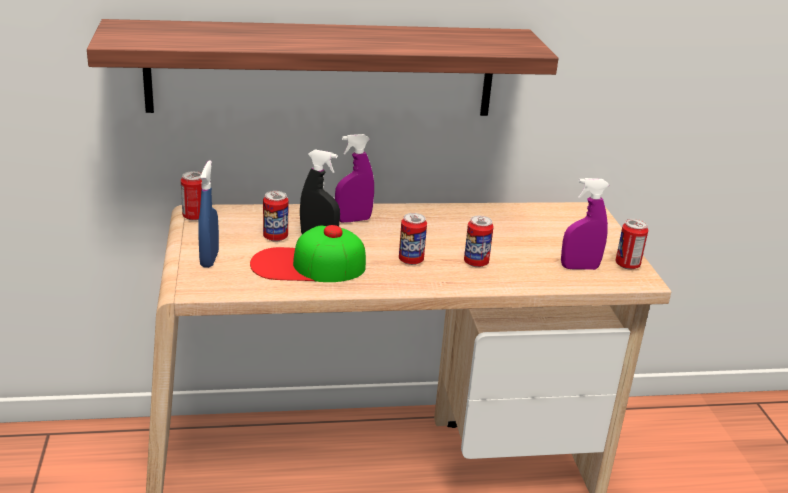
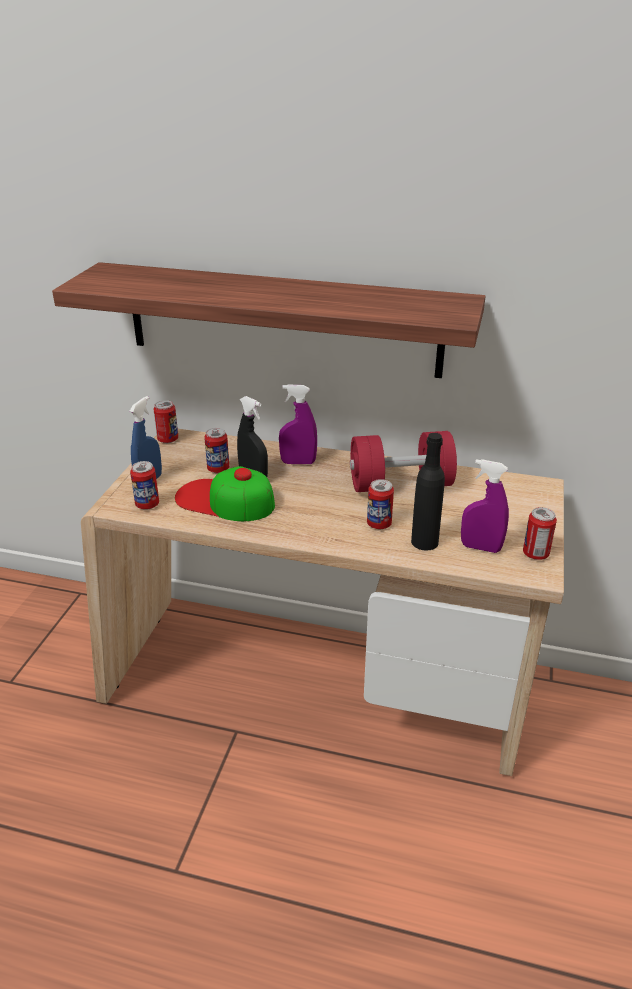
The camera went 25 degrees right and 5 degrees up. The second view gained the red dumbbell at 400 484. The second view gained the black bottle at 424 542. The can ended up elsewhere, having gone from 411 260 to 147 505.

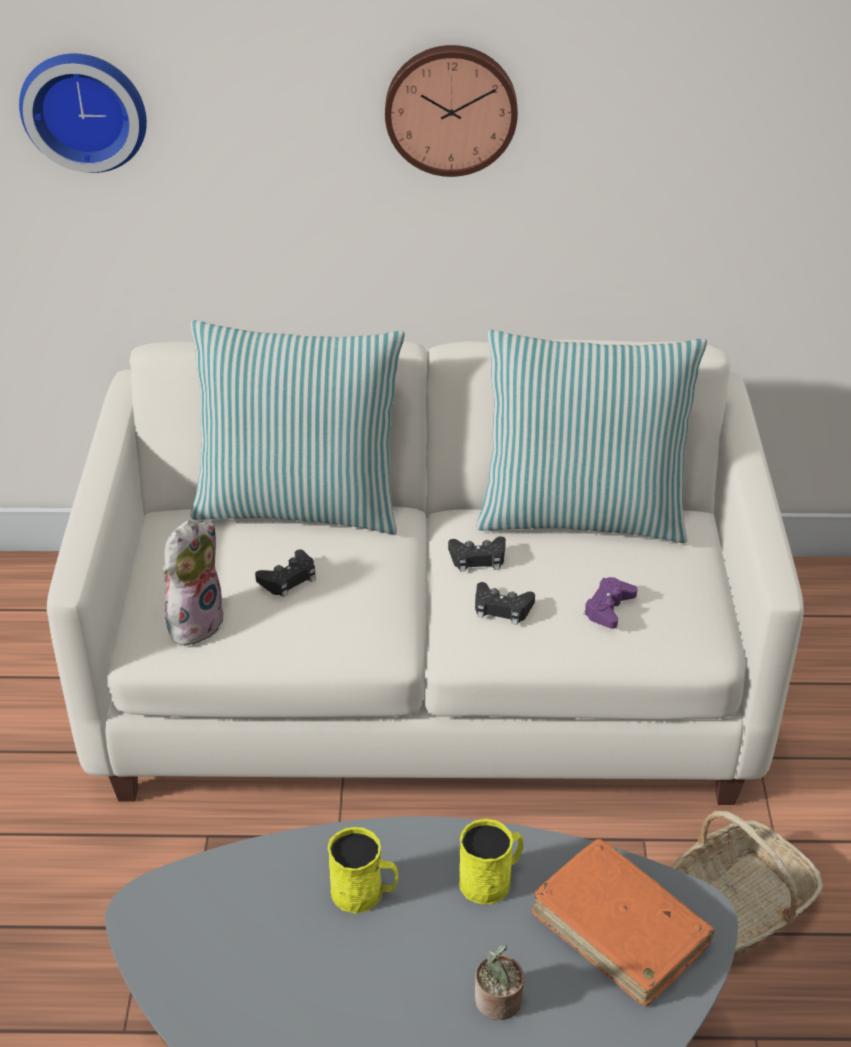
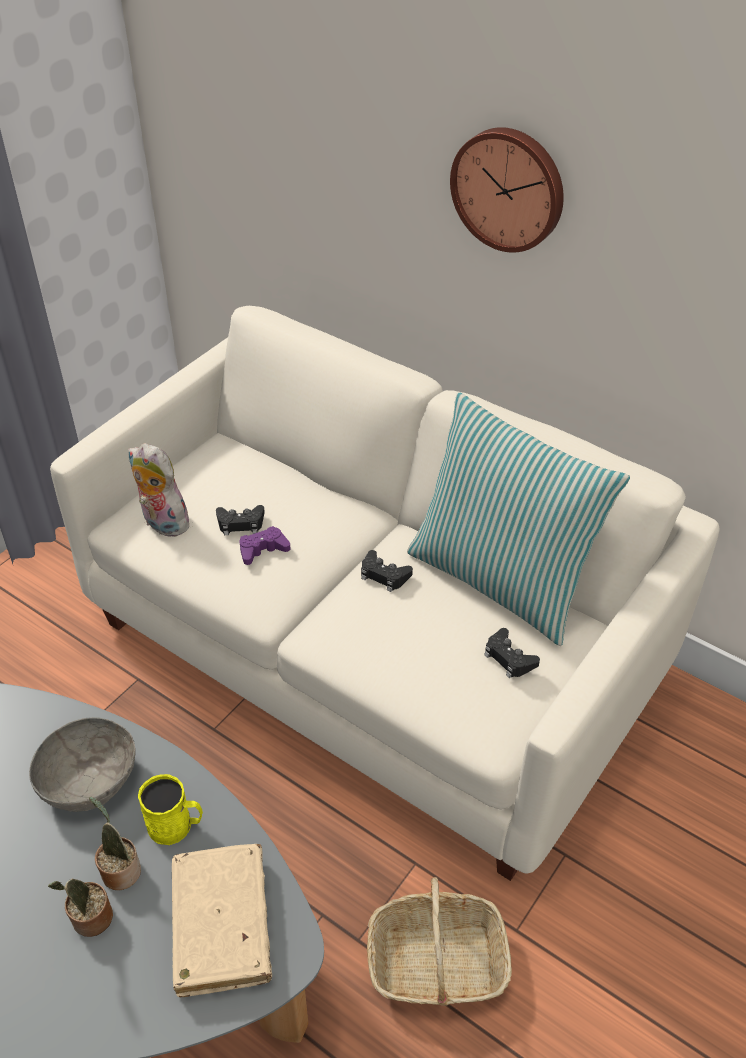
The camera went 35 degrees right and 5 degrees up. The second view lost the wall clock at 85 109. The second view lost the pillow at 300 504. The second view gained the potted plant at 120 869. The black game controller ended up elsewhere, having gone from 502 608 to 509 658. The purple game controller ended up elsewhere, having gone from 608 608 to 263 550. Where the yellow mug stood at 364 893, the grey bowl came to stand at 89 780. What was the orange book at 620 930 turned into the beige book at 221 925. The plush toy at 194 621 ended up facing another way, 120 degrees counterclockwise from before.

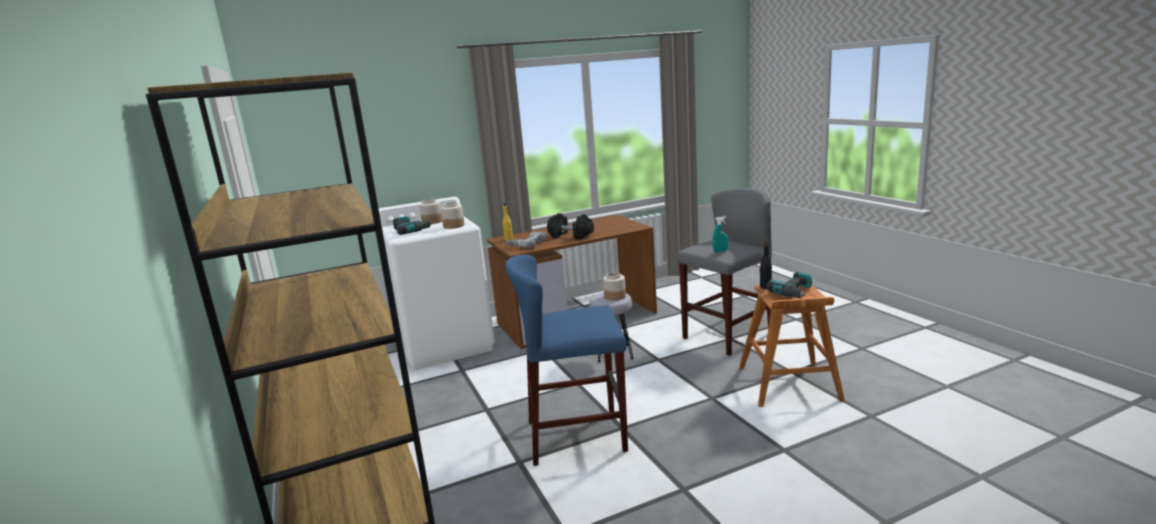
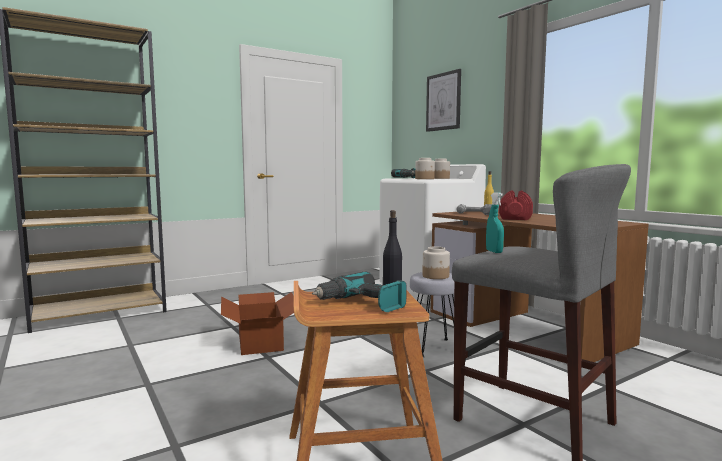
The camera went 80 degrees right and 10 degrees down. The second view gained the picture at 443 101. Where the blue stool stood at 576 436, the cardboard box came to stand at 261 341. What was the black dumbbell at 571 236 turned into the red dumbbell at 515 218.

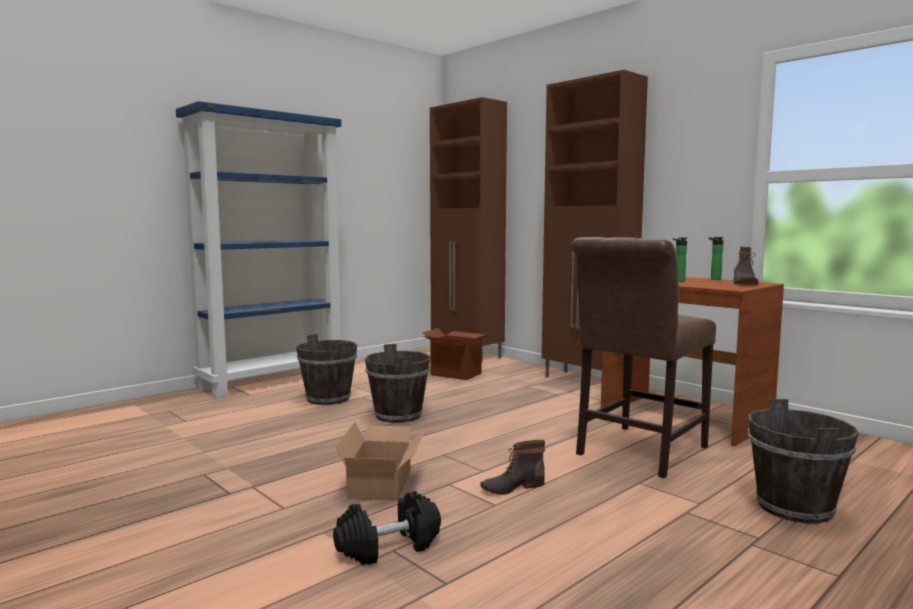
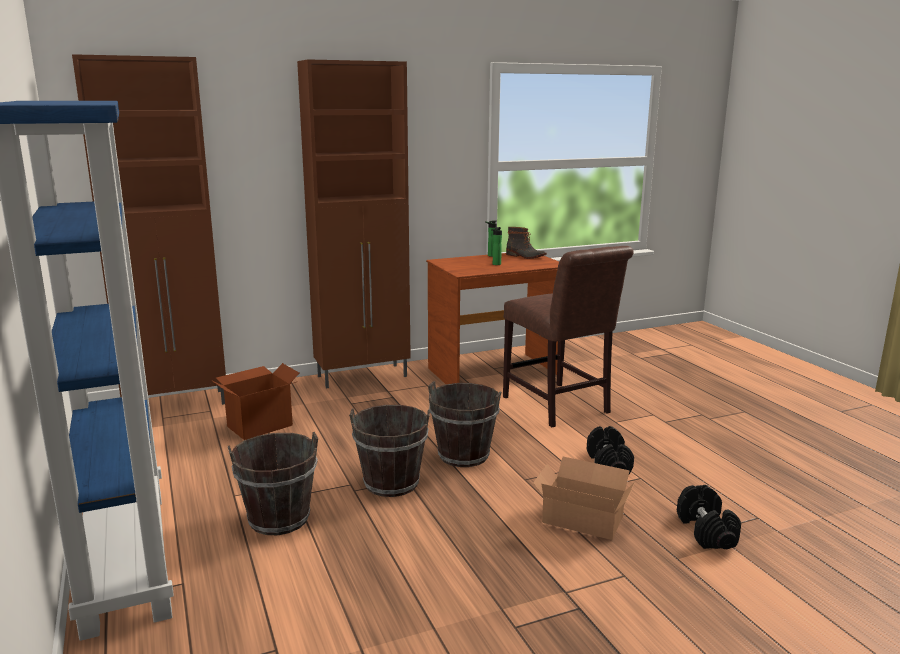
The camera went 70 degrees left and 10 degrees up. The brown bucket ended up elsewhere, having gone from 795 508 to 464 455. Where the boot stood at 512 487, the black dumbbell came to stand at 609 465.

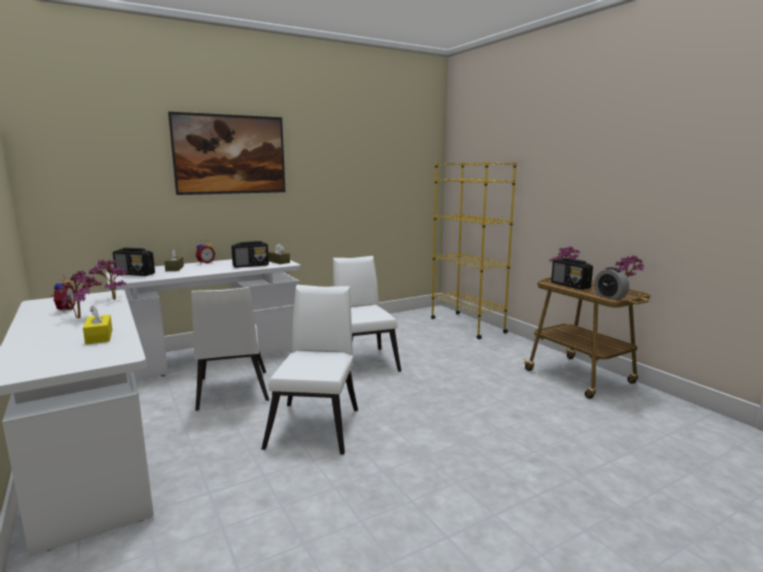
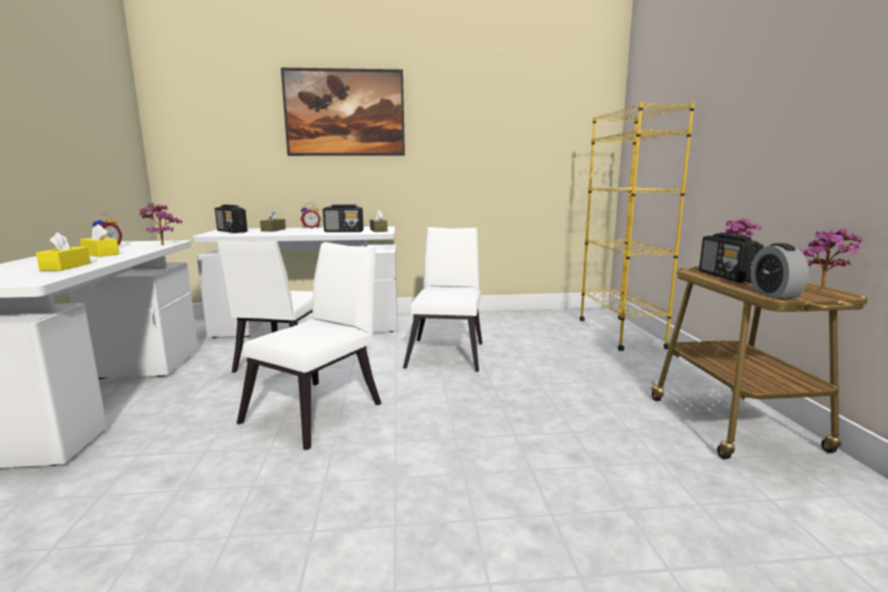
The camera went 25 degrees right and 0 degrees up. Where the potted plant stood at 82 317, the yellow tissue box came to stand at 100 254.

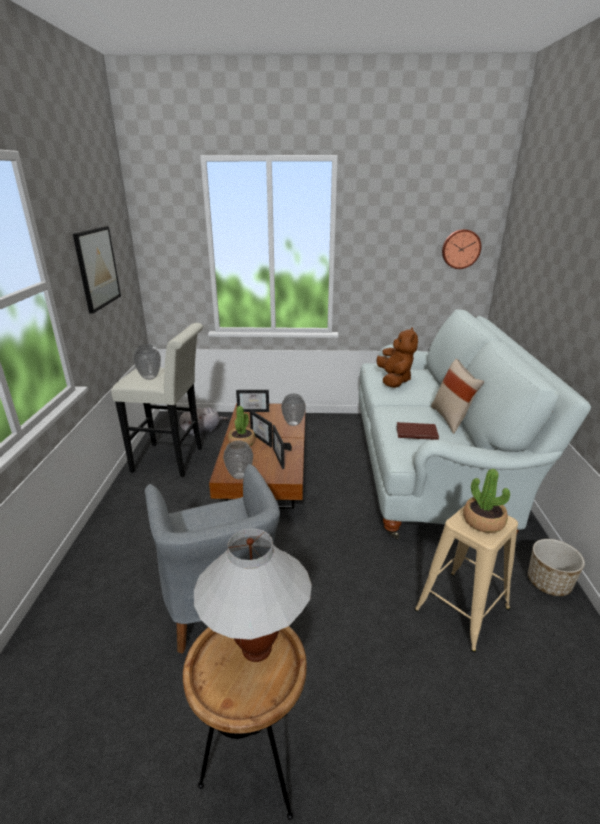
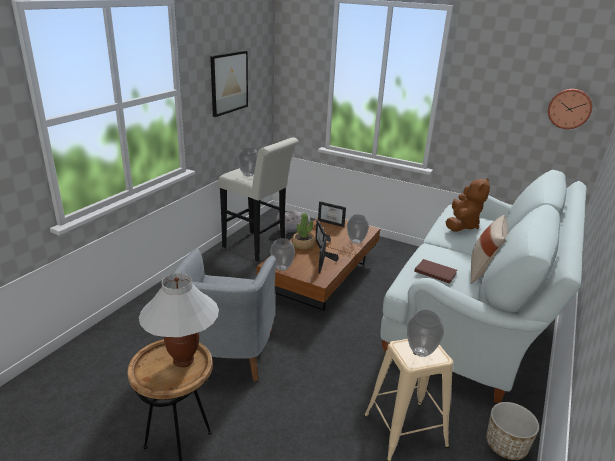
The camera went 25 degrees right and 0 degrees up. Where the potted plant stood at 483 521, the vase came to stand at 421 352.

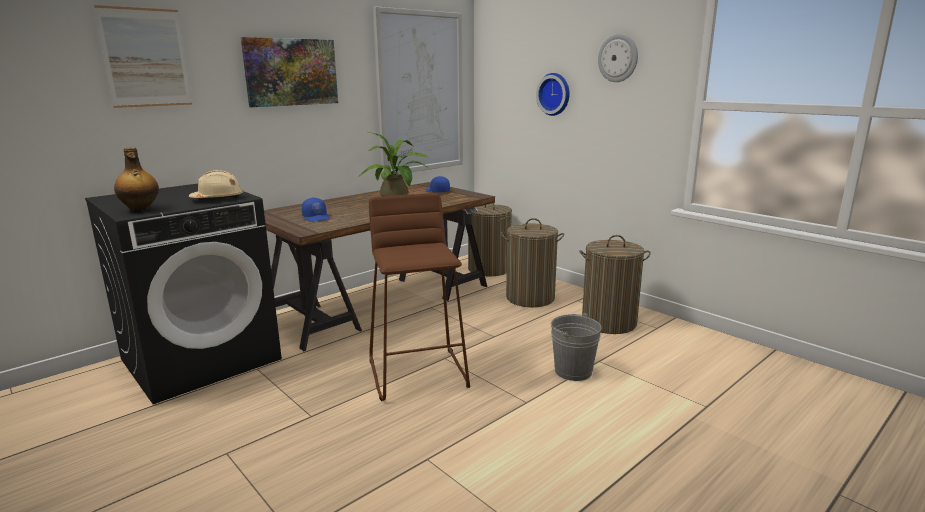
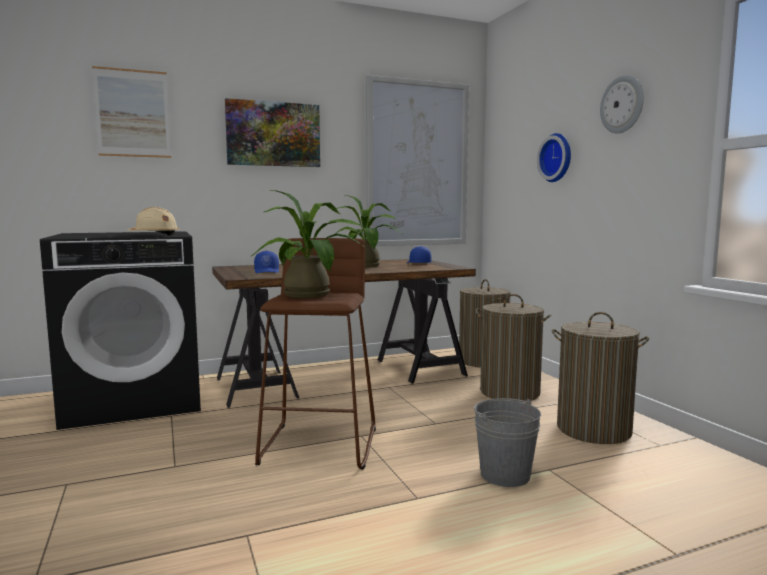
The camera went 20 degrees right and 10 degrees down. The second view lost the bottle at 140 210. The second view gained the potted plant at 311 295.

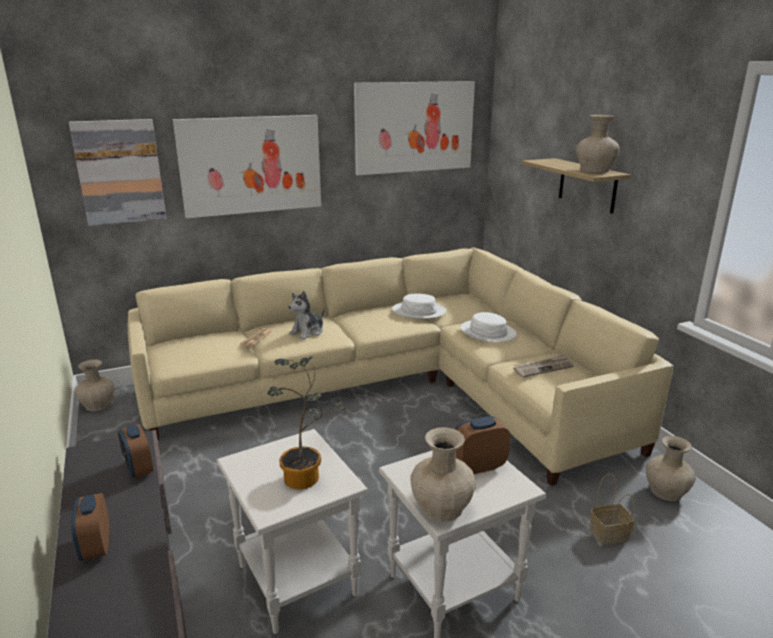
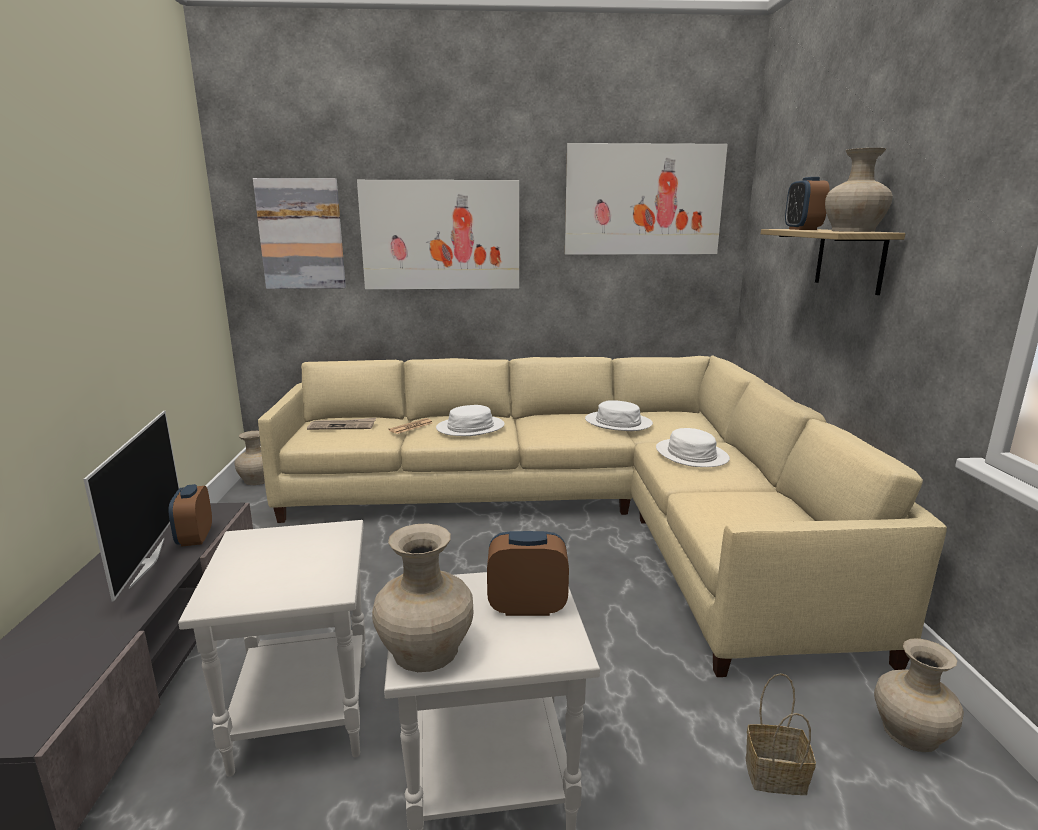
The camera went 20 degrees right and 5 degrees down. The second view lost the potted plant at 307 479. The second view gained the television at 146 562. The alarm clock ended up elsewhere, having gone from 95 547 to 802 229. The newspaper ended up elsewhere, having gone from 543 368 to 342 426. Where the plush toy stood at 308 332, the white hat came to stand at 470 427.

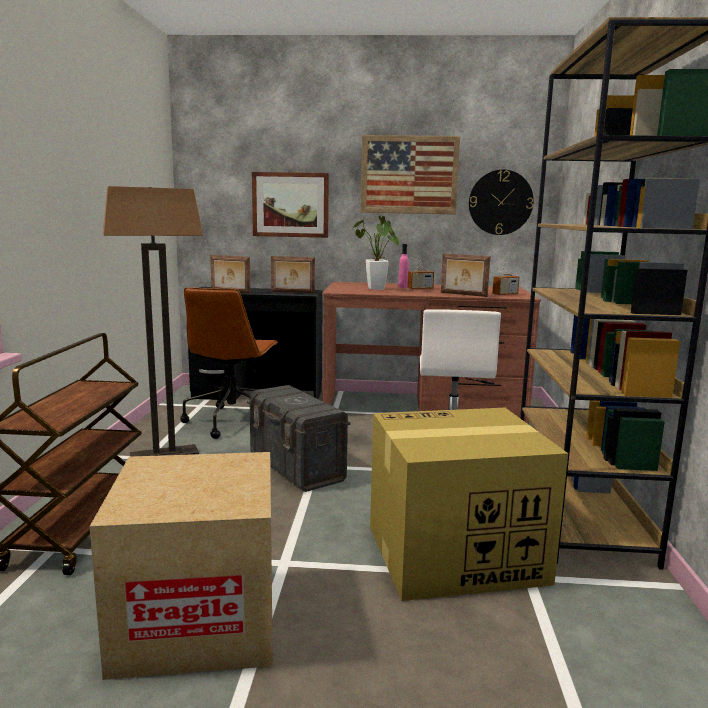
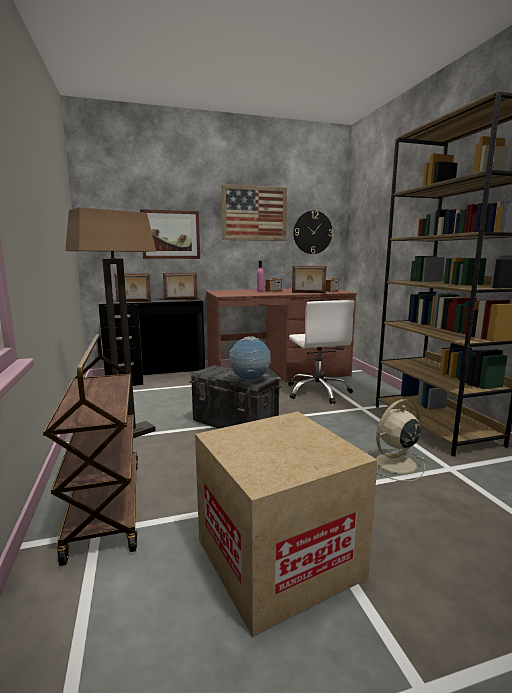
The camera went 20 degrees left and 0 degrees up. The second view lost the brown office chair at 232 421. The second view lost the potted plant at 376 289. The second view gained the globe at 250 380. Where the cardboard box stood at 452 554, the beige fan came to stand at 394 464.

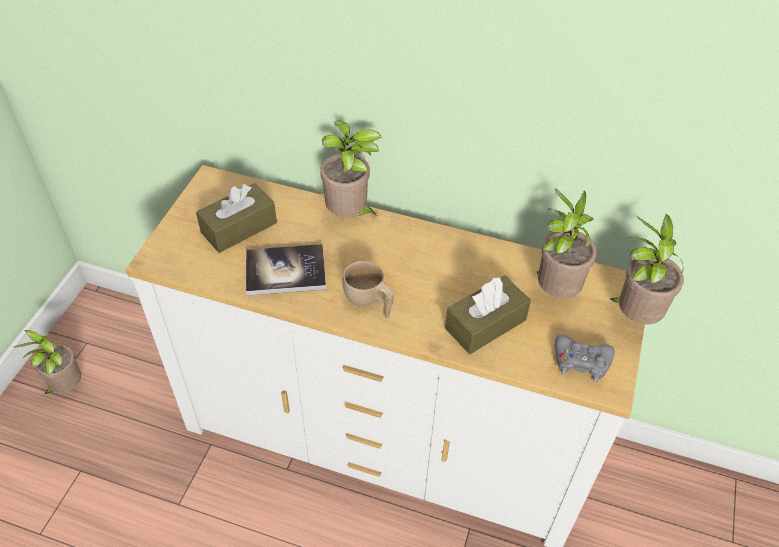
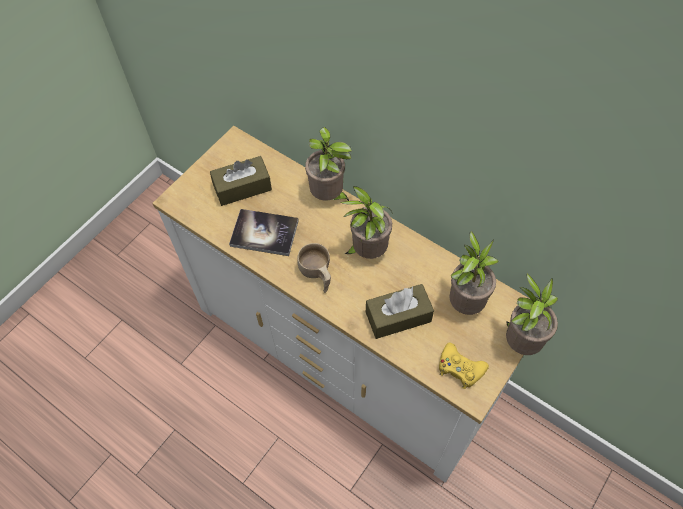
The camera went 20 degrees right and 10 degrees up. The potted plant ended up elsewhere, having gone from 66 387 to 367 251. What was the grey game controller at 581 361 turned into the yellow game controller at 460 368.

